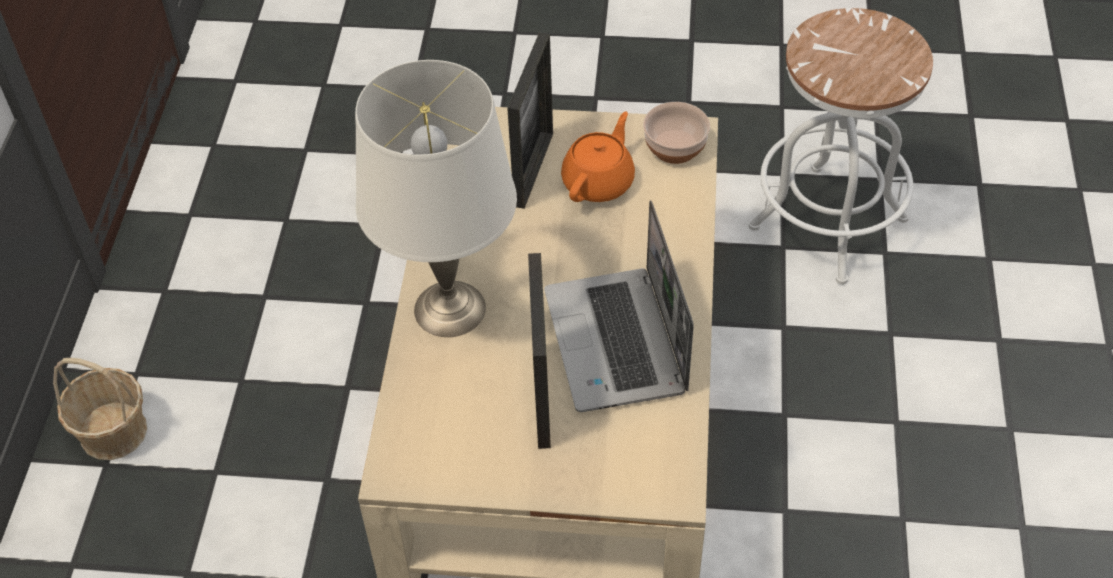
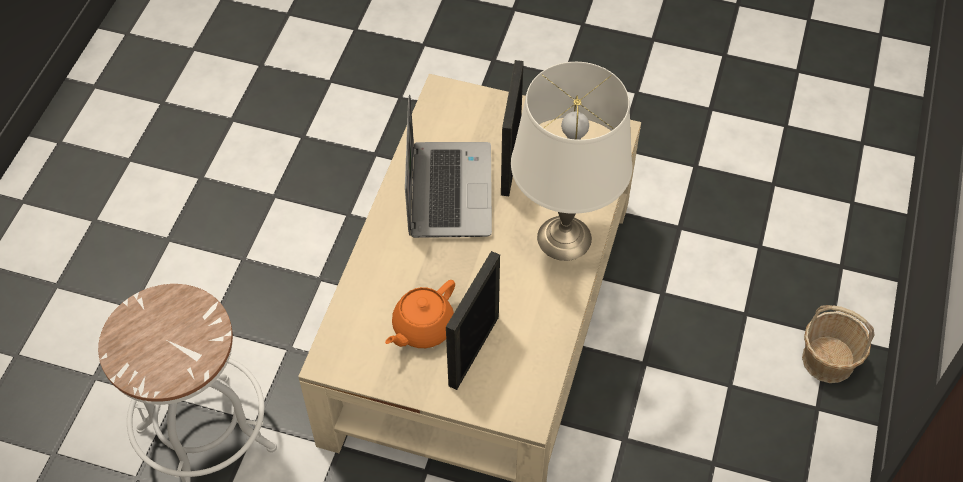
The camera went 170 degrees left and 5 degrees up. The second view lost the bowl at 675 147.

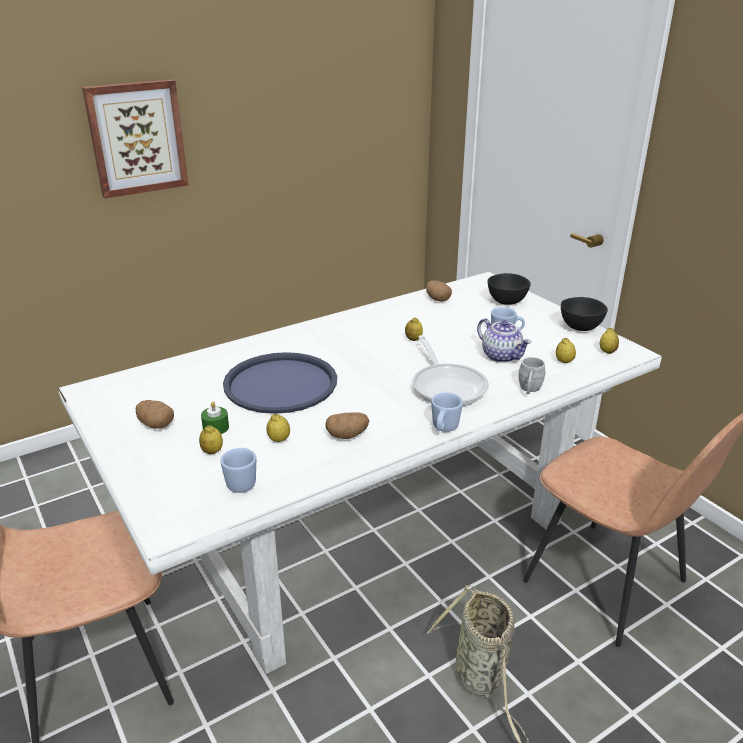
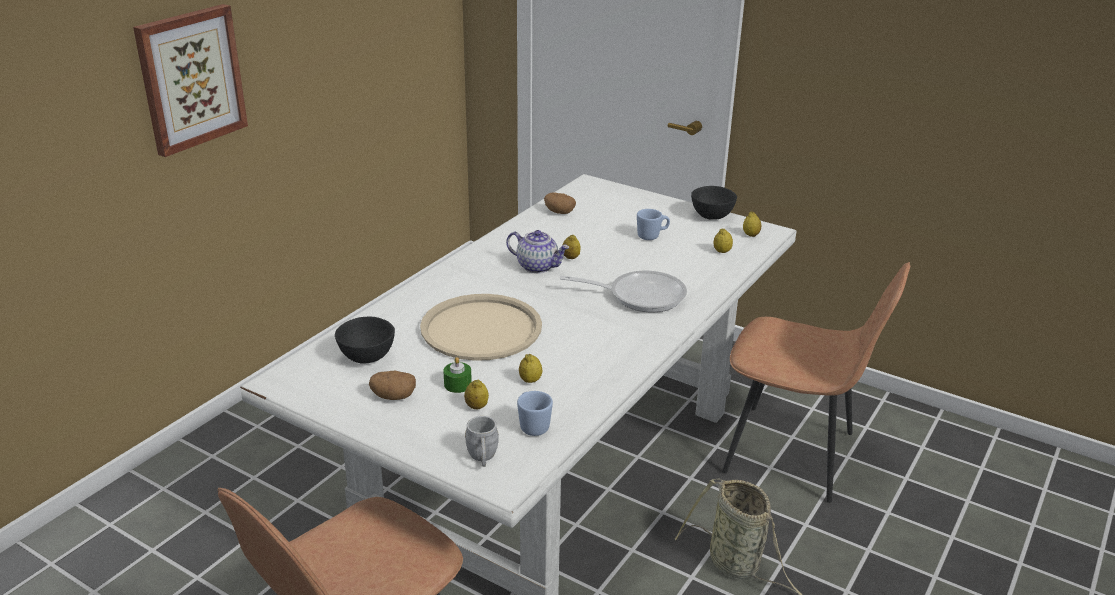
The camera went 25 degrees left and 0 degrees up. The second view lost the potato at 347 435. The second view lost the blue mug at 444 429. The teapot ended up elsewhere, having gone from 502 356 to 538 266. The black bowl ended up elsewhere, having gone from 507 302 to 368 358. The grey mug ended up elsewhere, having gone from 529 390 to 482 458. What was the blue tray at 281 384 turned into the beige tray at 481 328. The frying pan at 447 386 ended up facing another way, 45 degrees counterclockwise from before.

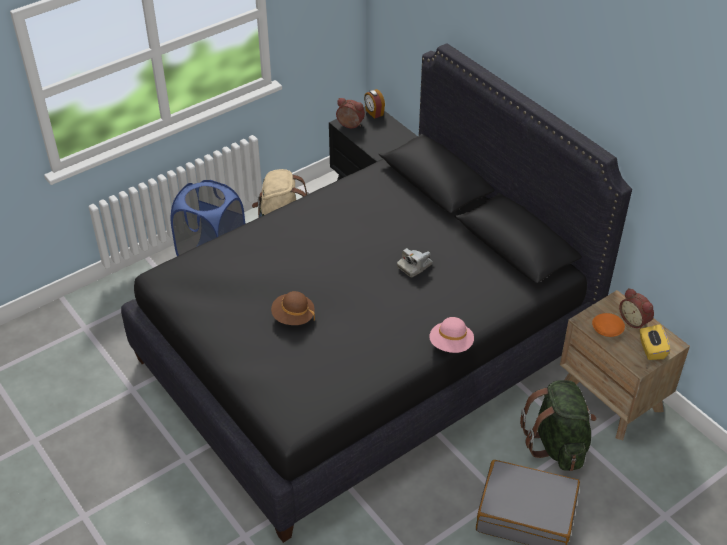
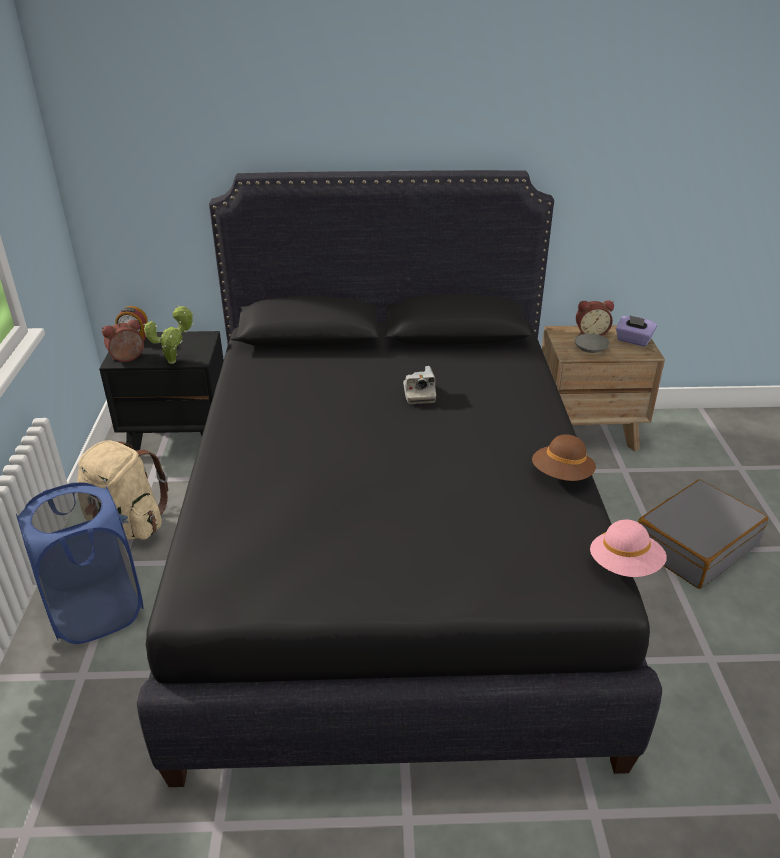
The camera went 55 degrees left and 10 degrees down. The second view lost the green backpack at 557 444. The second view gained the potted plant at 175 361. The brown hat ended up elsewhere, having gone from 293 317 to 562 475. The pink hat ended up elsewhere, having gone from 451 344 to 625 566. What was the orange bowl at 606 329 turned into the grey bowl at 590 349. What was the yellow tissue box at 651 349 turned into the purple tissue box at 633 340.

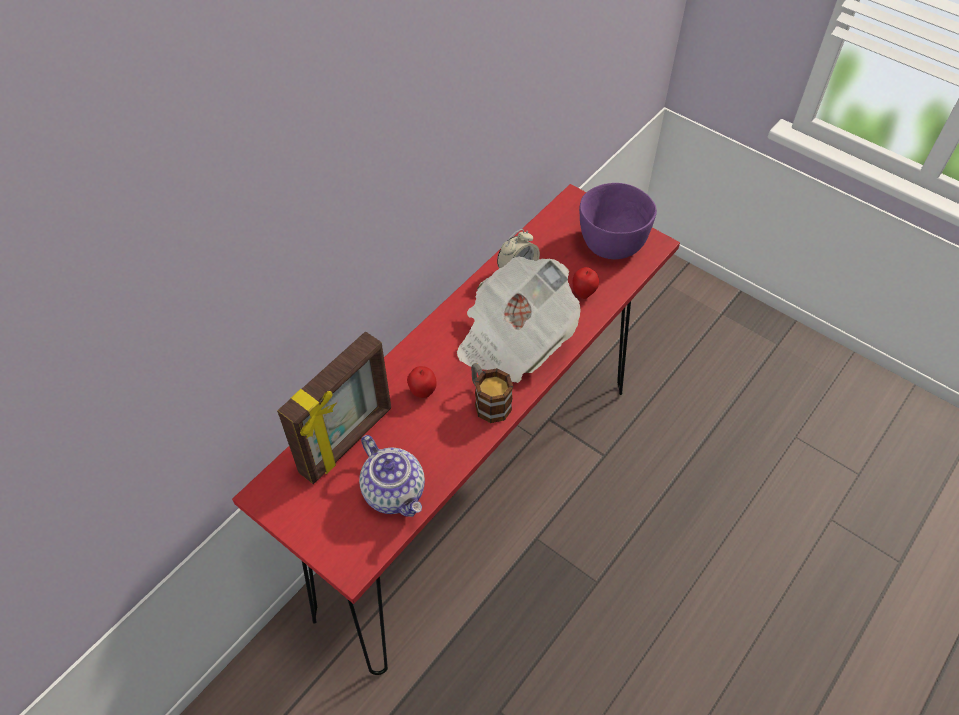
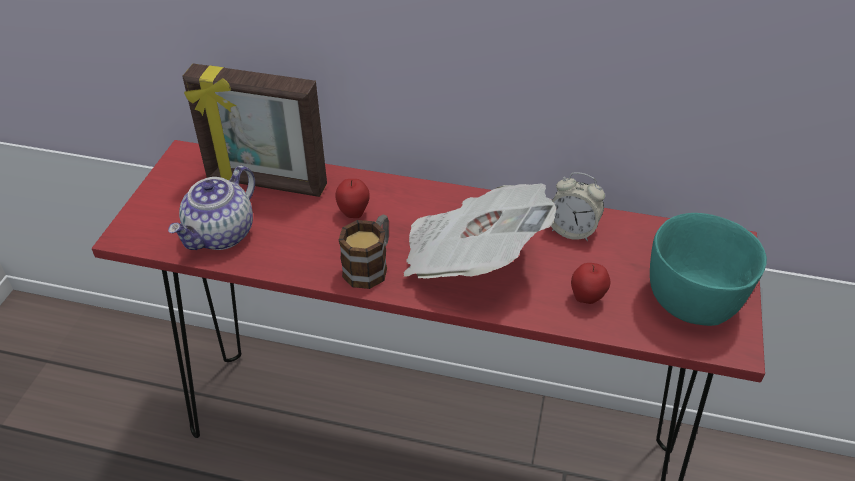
The camera went 65 degrees right and 10 degrees down. What was the purple bowl at 611 243 turned into the turquoise bowl at 693 299.

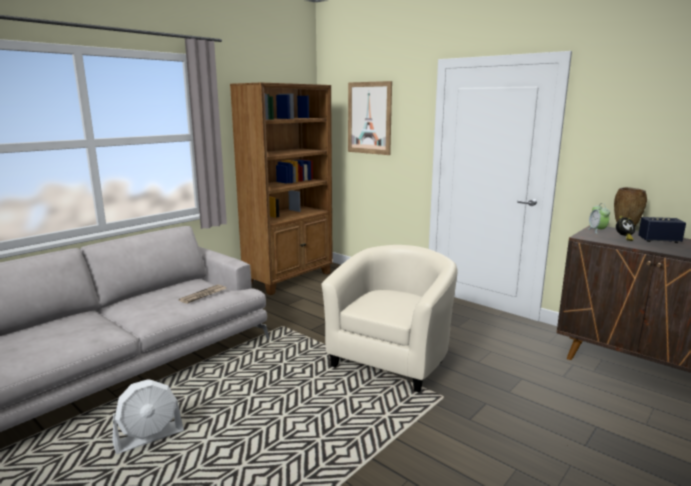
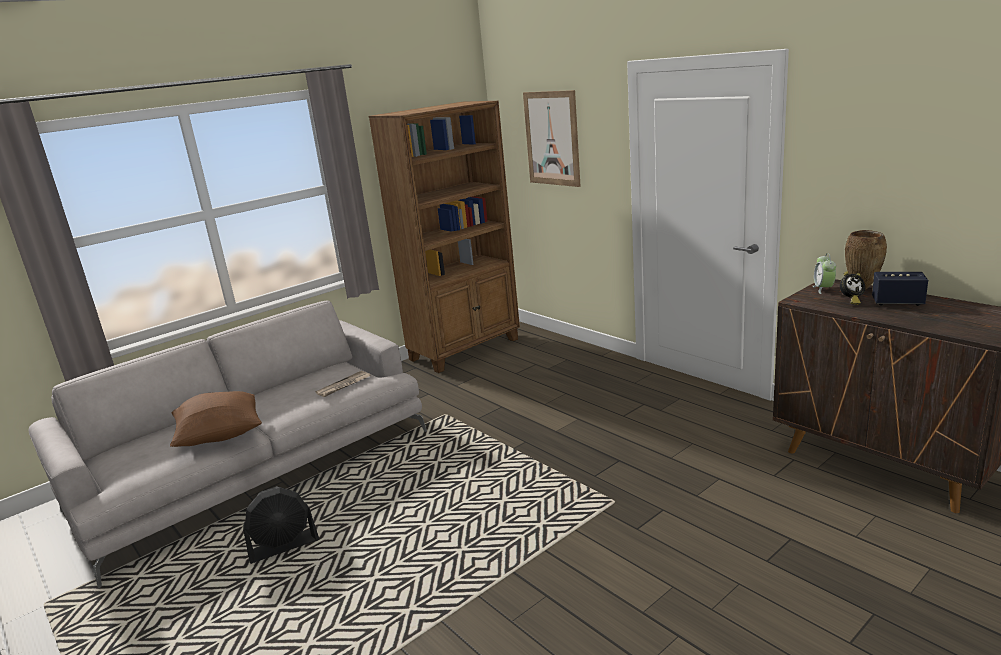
The camera went 10 degrees right and 5 degrees up. The second view lost the beige armchair at 392 358. The second view gained the brown pillow at 220 436. What was the white fan at 149 437 turned into the black fan at 284 546.

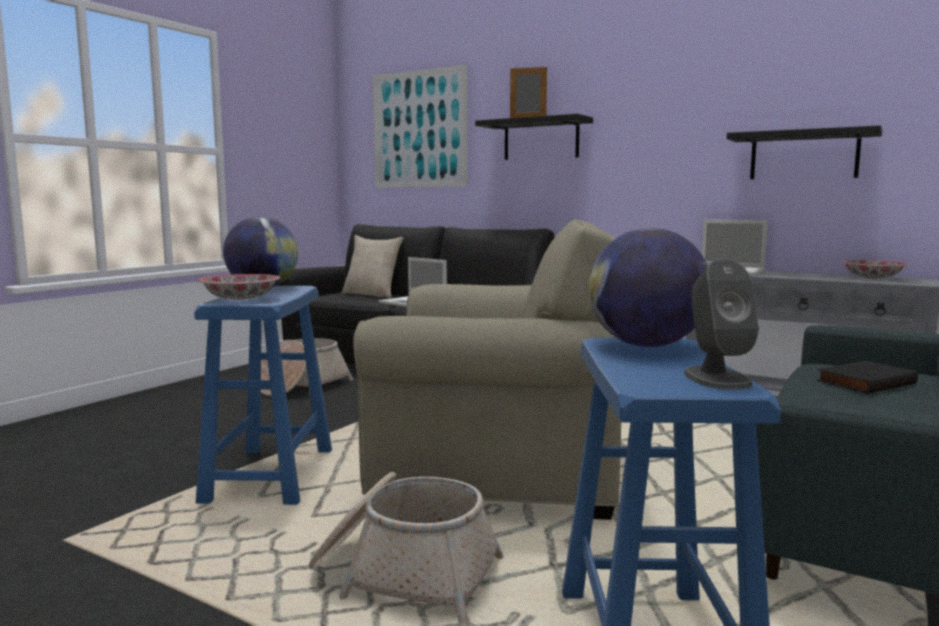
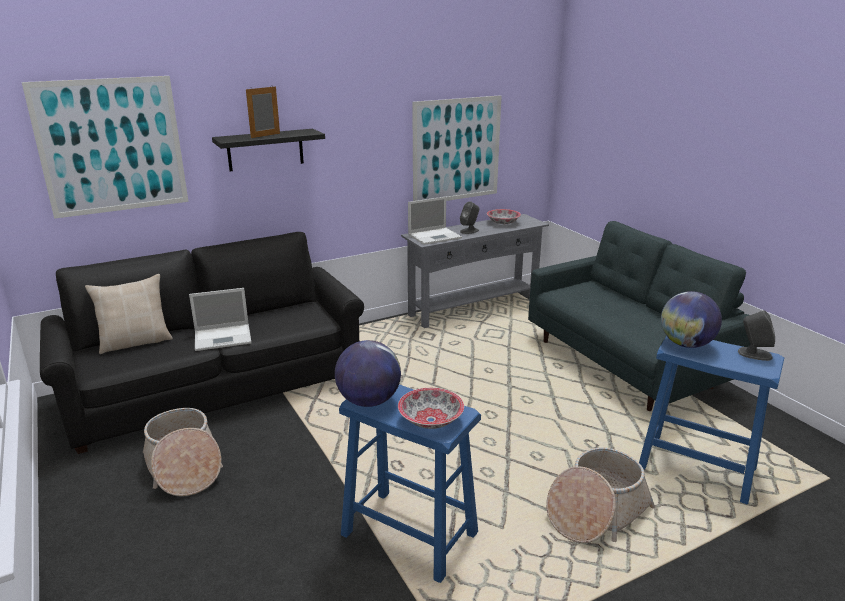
The camera went 60 degrees left and 15 degrees up. The second view lost the beige armchair at 497 467. The second view lost the black book at 864 382. The second view gained the grey speaker at 469 231. Where the black shelf hung at 803 155, the picture came to hang at 456 150.

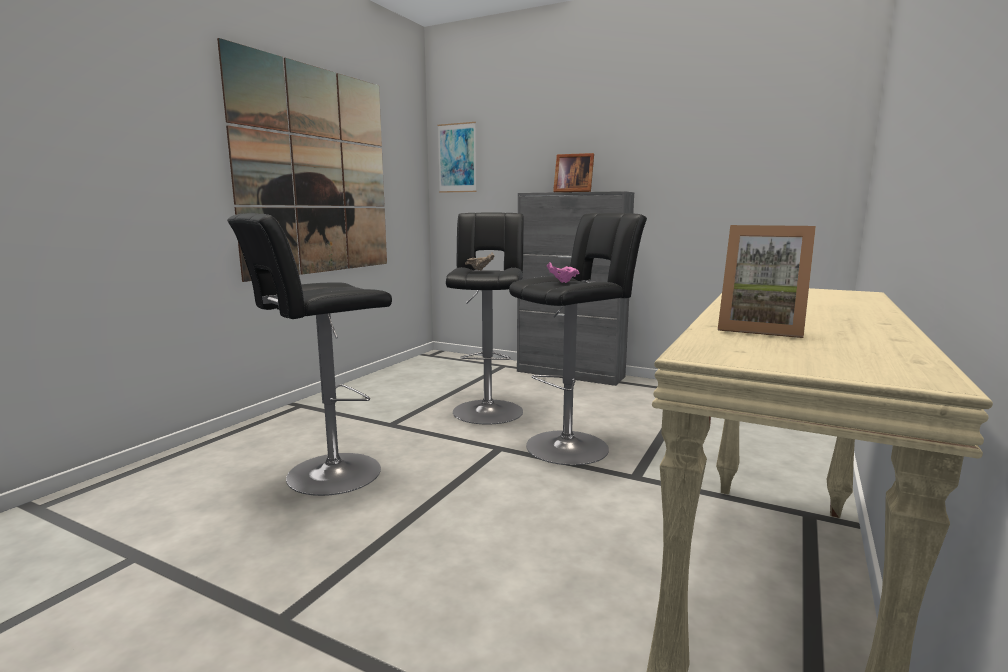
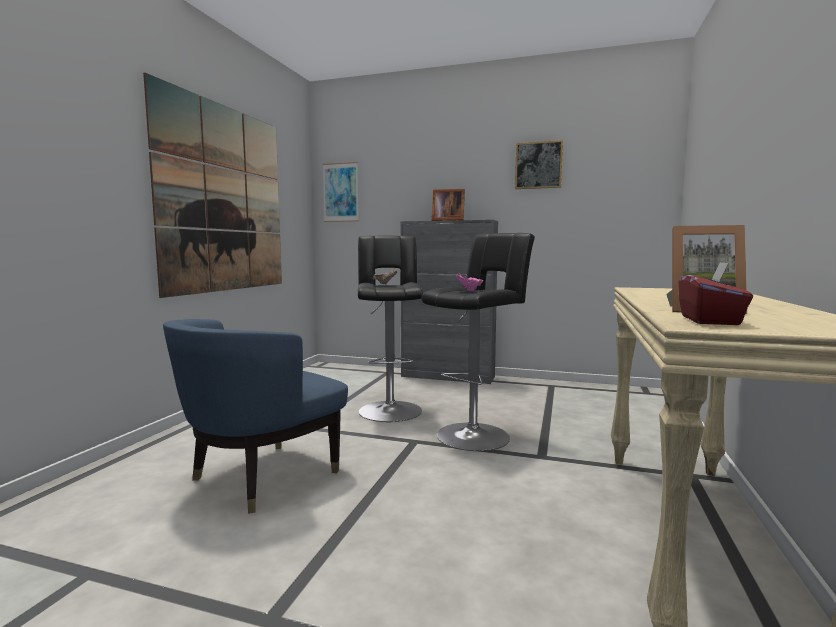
The camera went 10 degrees left and 5 degrees down. The second view gained the picture at 538 165. The second view gained the red tissue box at 710 321. Where the black stool stood at 327 475, the blue armchair came to stand at 263 477.

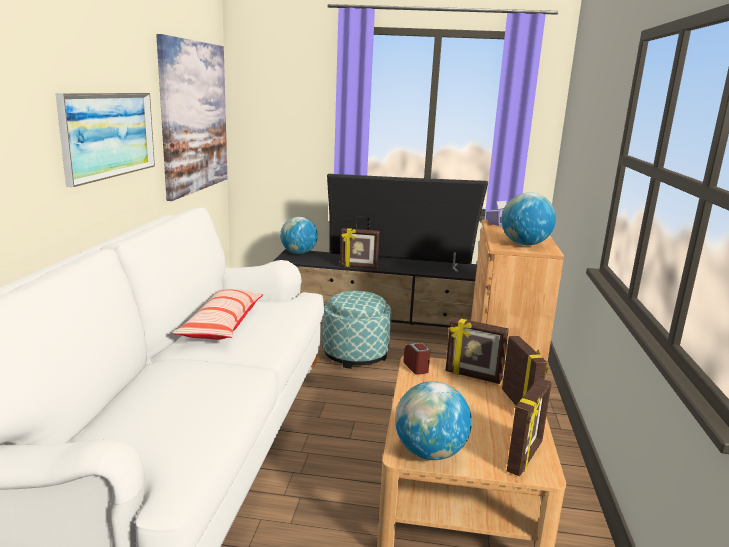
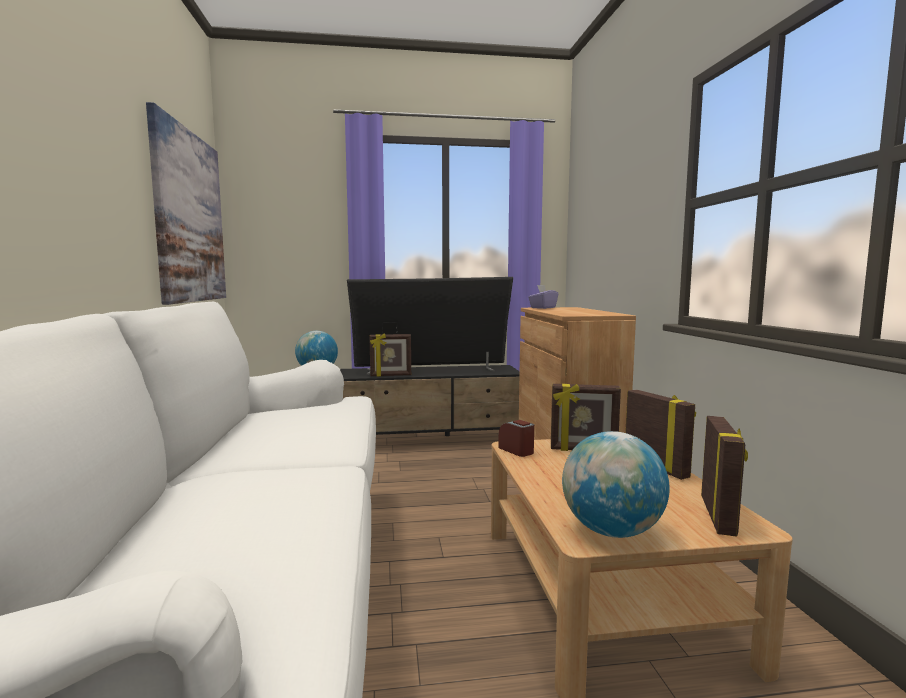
The camera went 15 degrees left and 10 degrees down. The second view lost the picture at 108 134. The second view lost the pillow at 222 325. The second view lost the ottoman at 355 354. The second view lost the globe at 524 244.

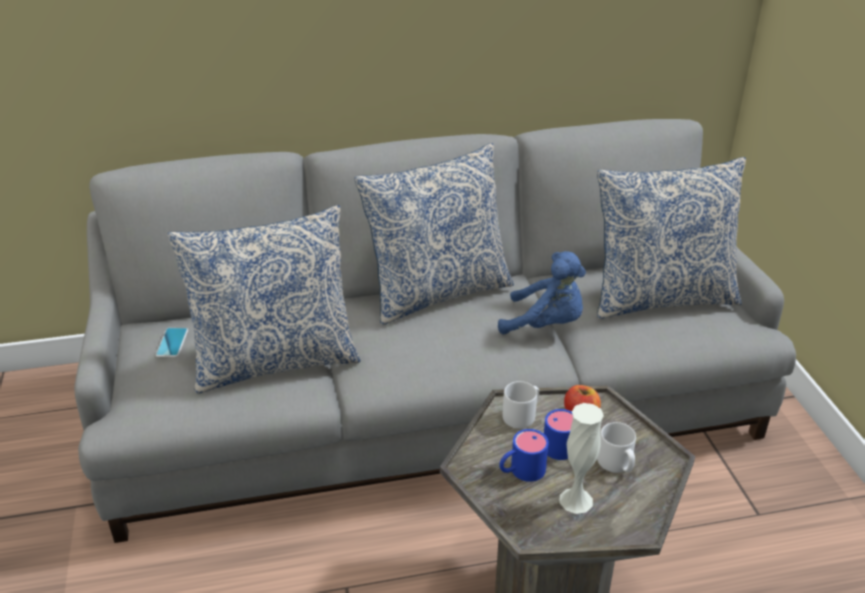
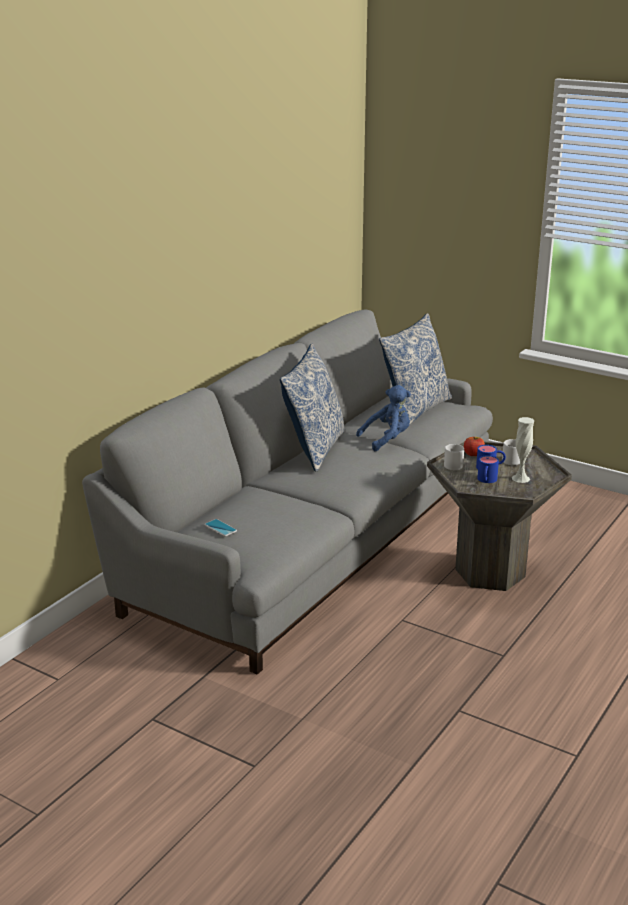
The camera went 45 degrees left and 10 degrees down. The second view lost the pillow at 275 360.

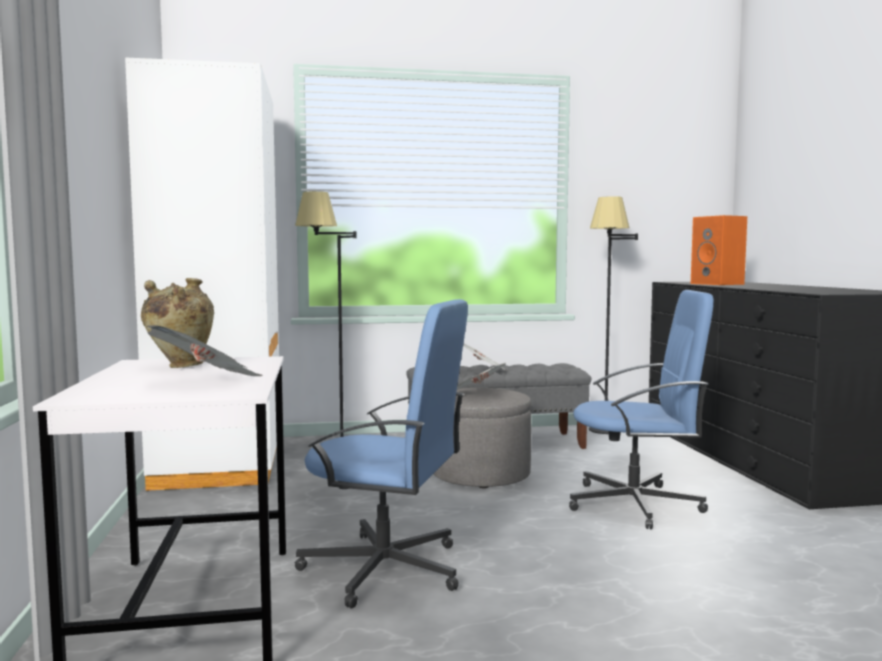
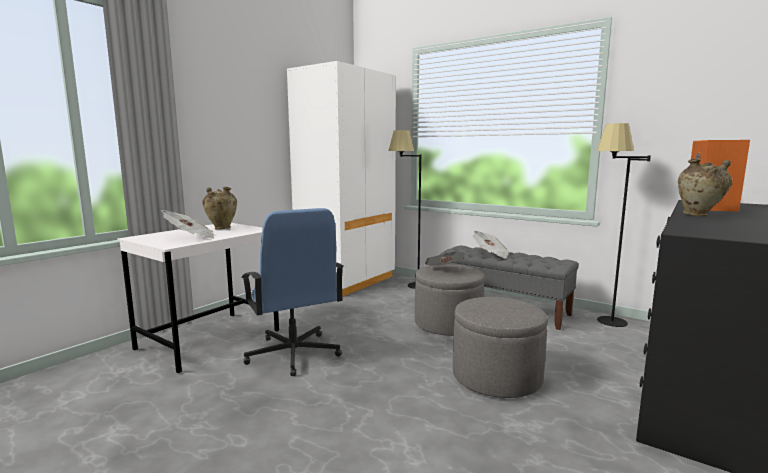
The camera went 45 degrees right and 5 degrees up. The second view gained the beige vase at 699 215. Where the blue office chair stood at 636 504, the grey ottoman came to stand at 496 377.

